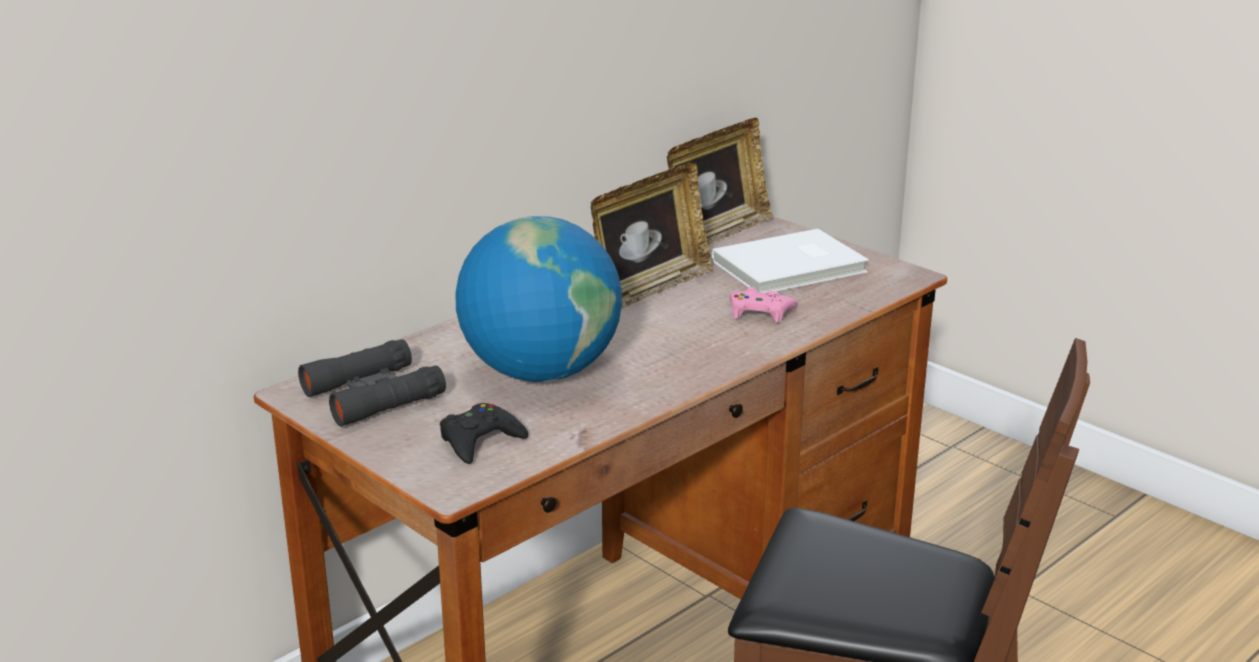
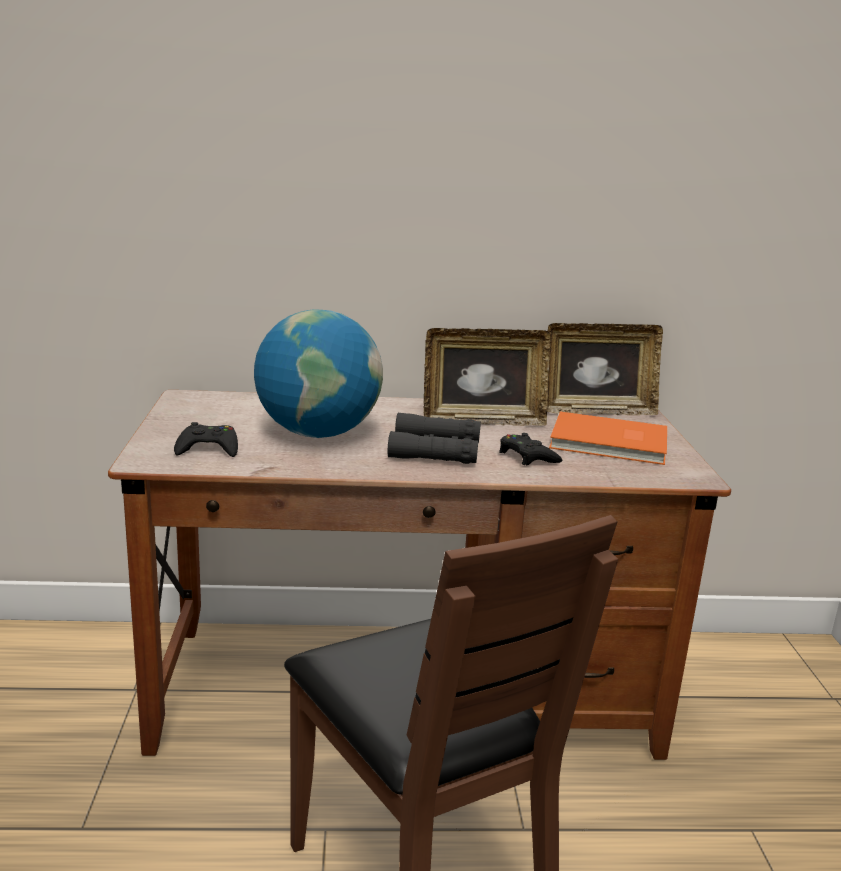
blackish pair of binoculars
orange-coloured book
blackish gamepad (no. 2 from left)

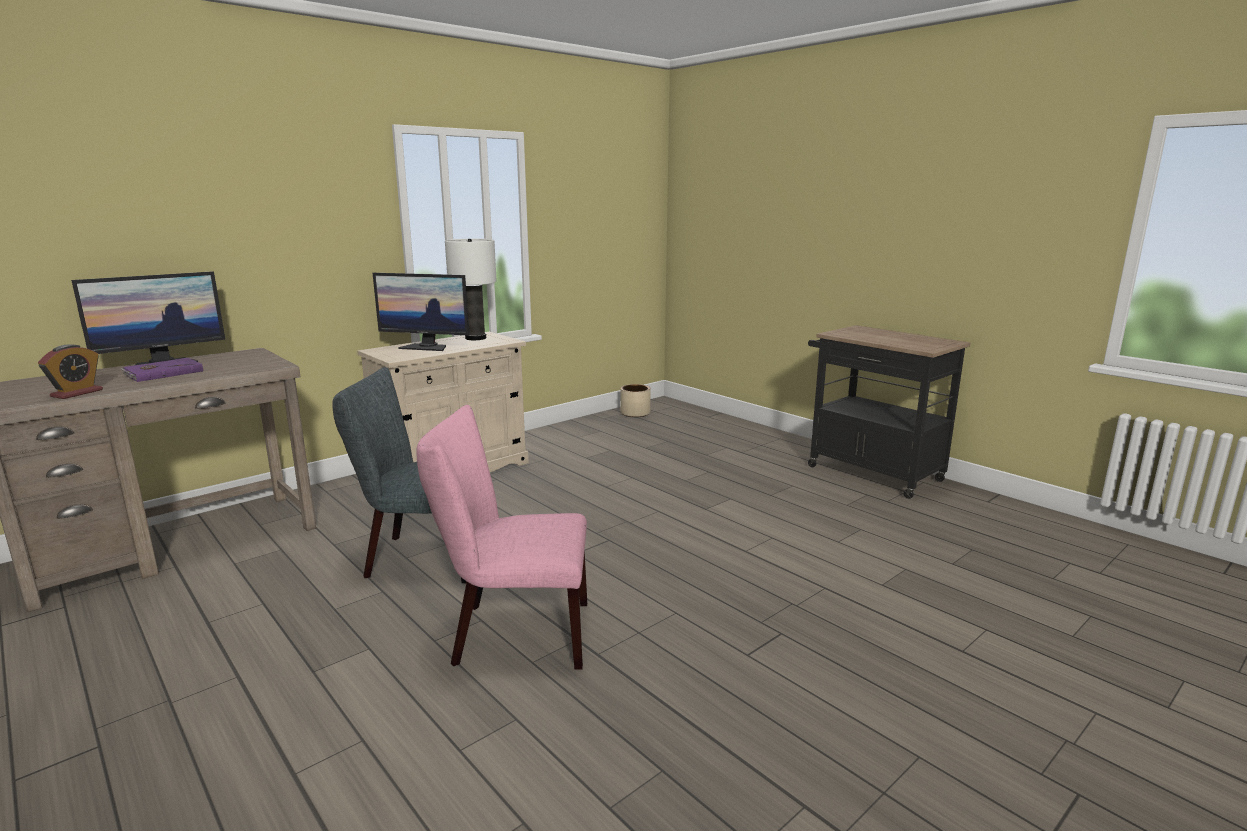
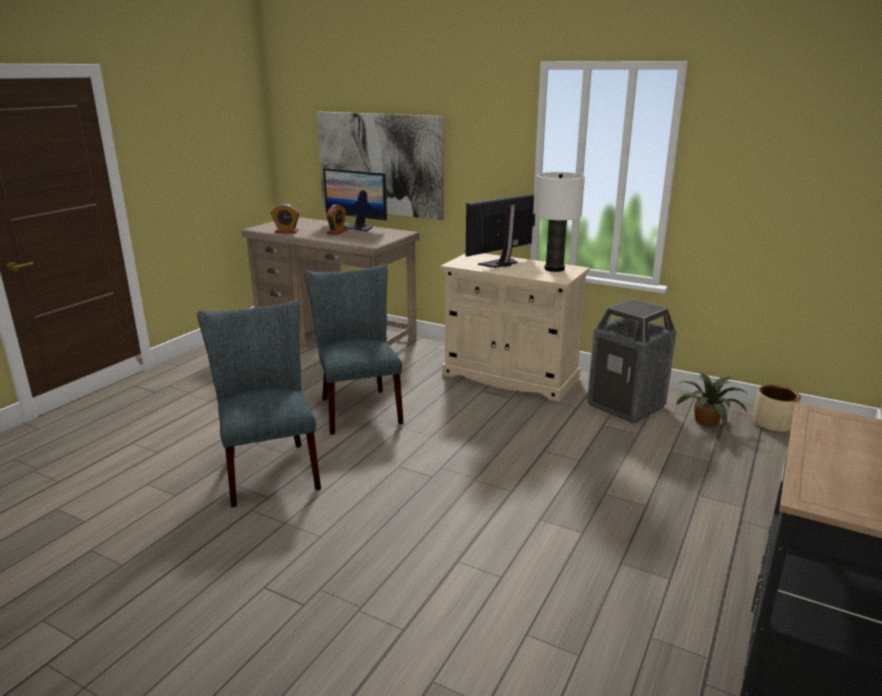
bedside clock (no. 2 from left)
computer display (no. 2 from left)
grey upright chair (no. 1 from left)
wall art
waste bin
plant in a pot

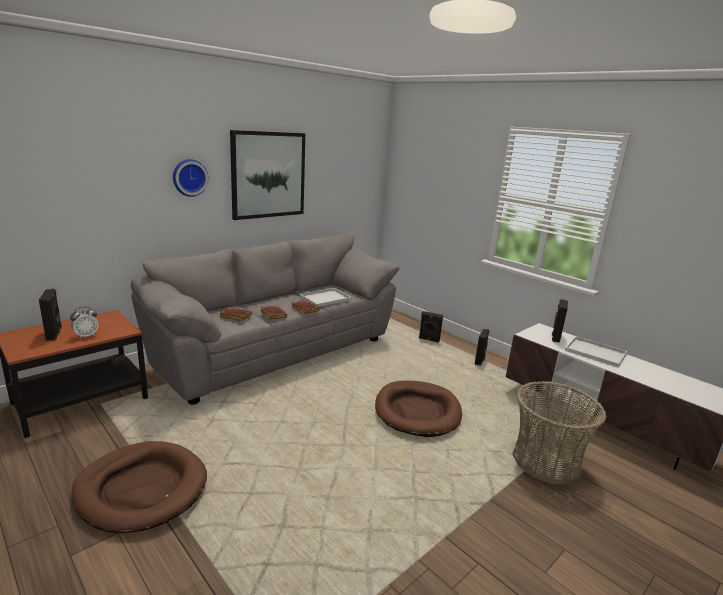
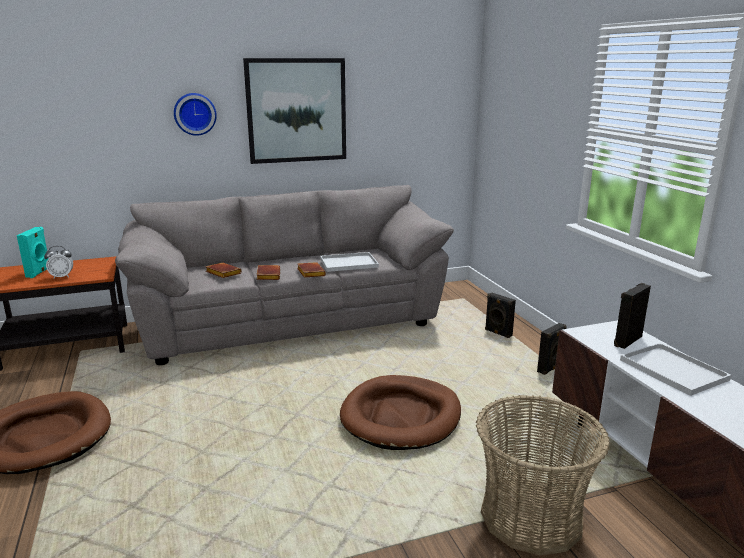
turquoise-coloured loudspeaker

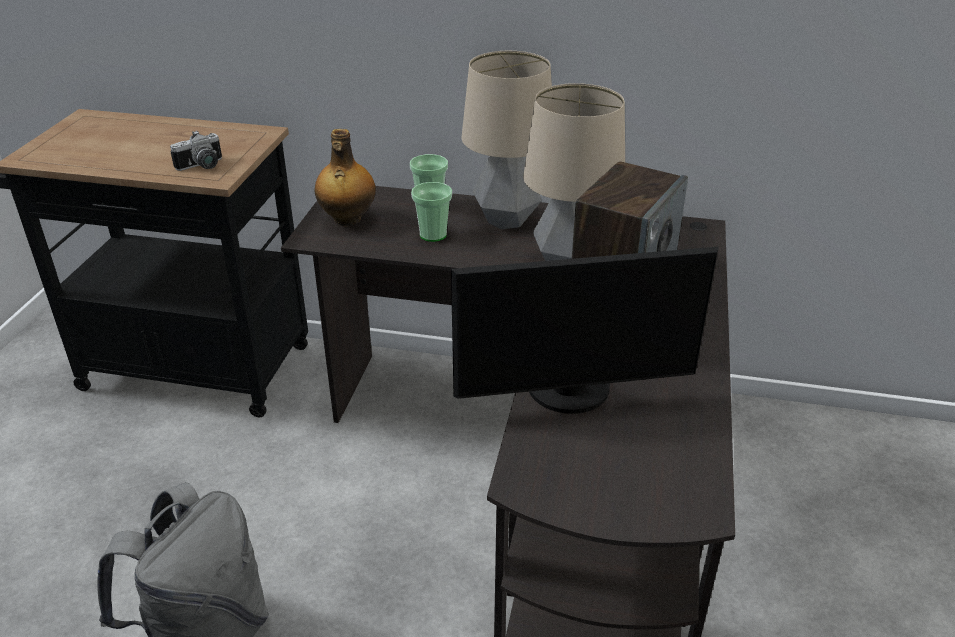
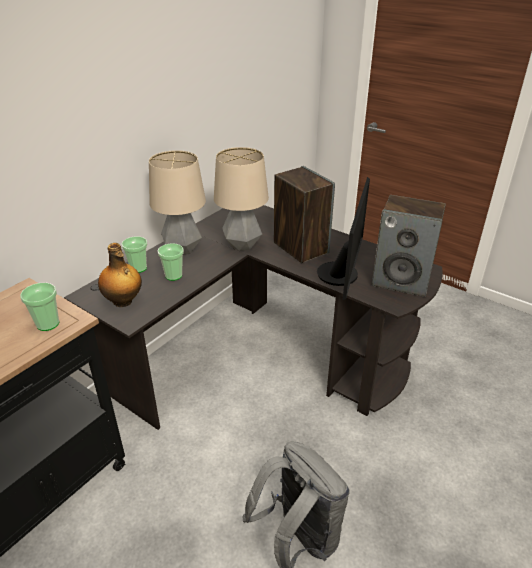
drinking cup (no. 1 from left)
loudspeaker (no. 2 from left)

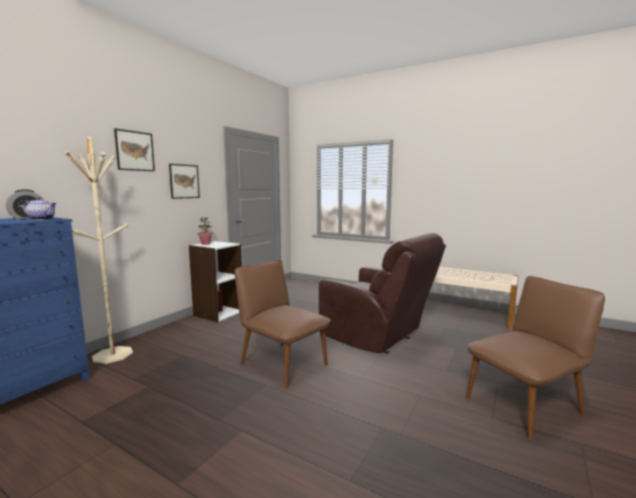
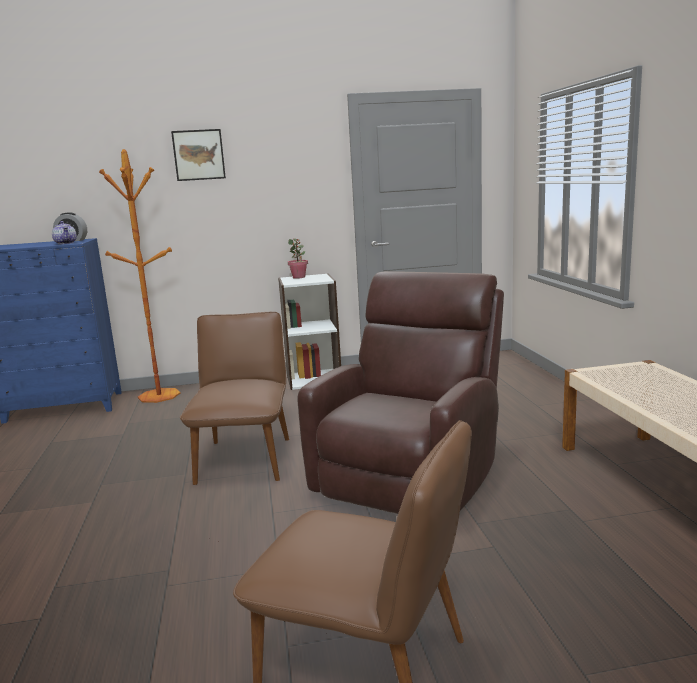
orange-coloured garment rack
wall art (no. 2 from left in the first image)
brown lounge chair

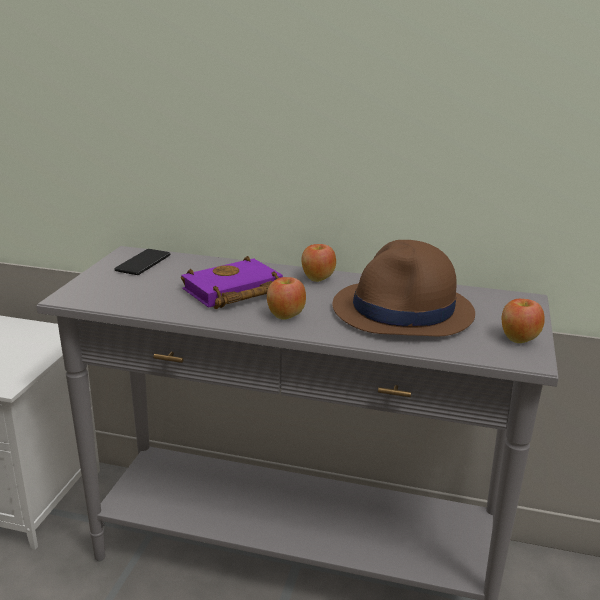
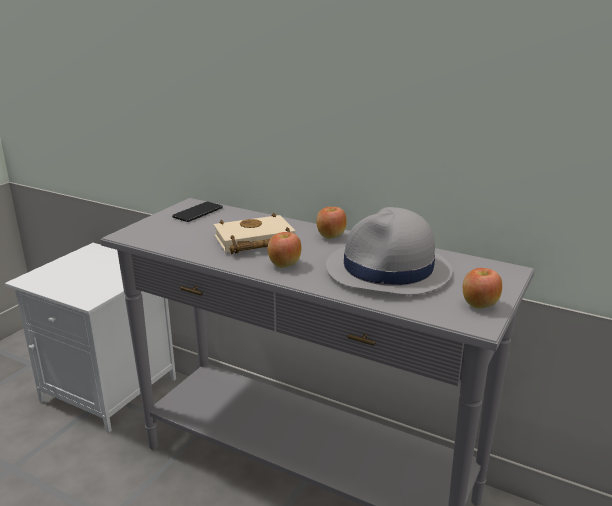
beige-coloured book
grey wearable hat

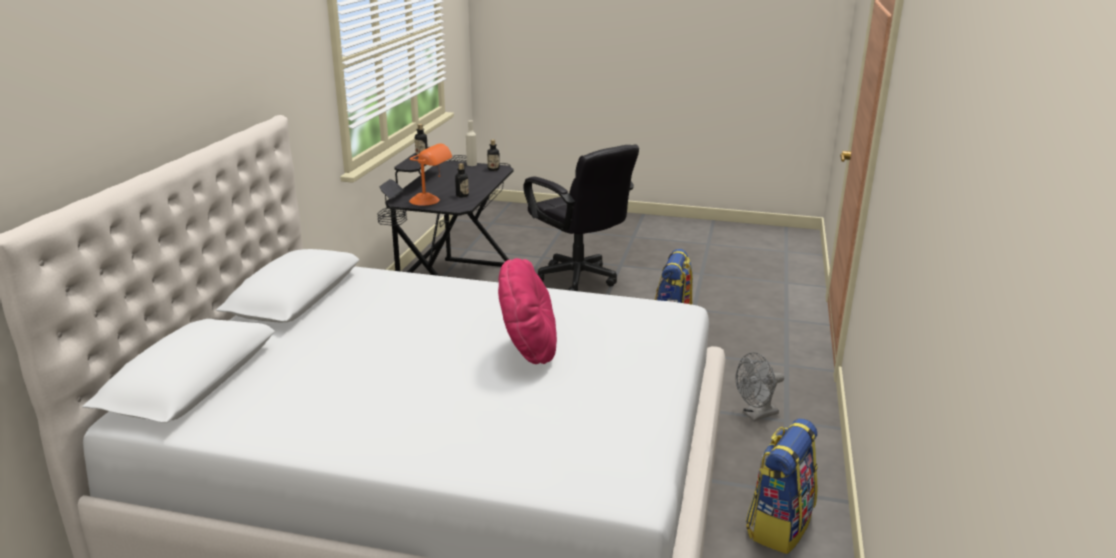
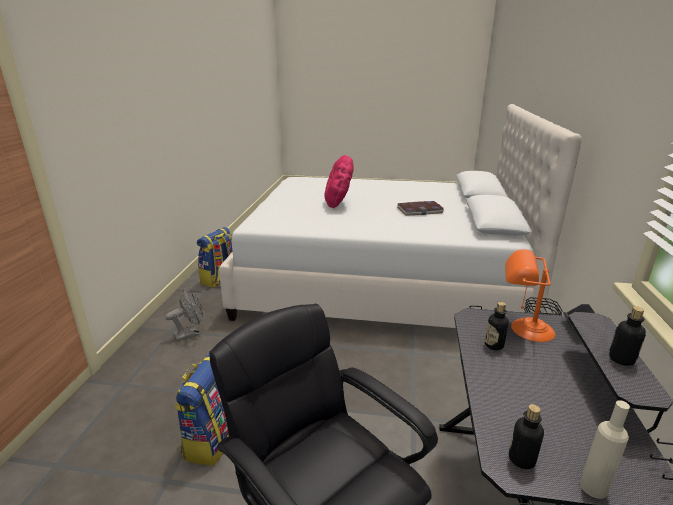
book

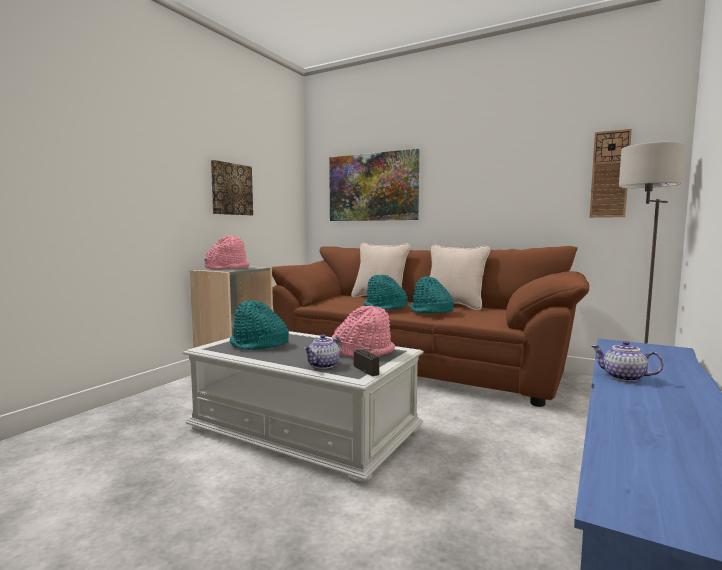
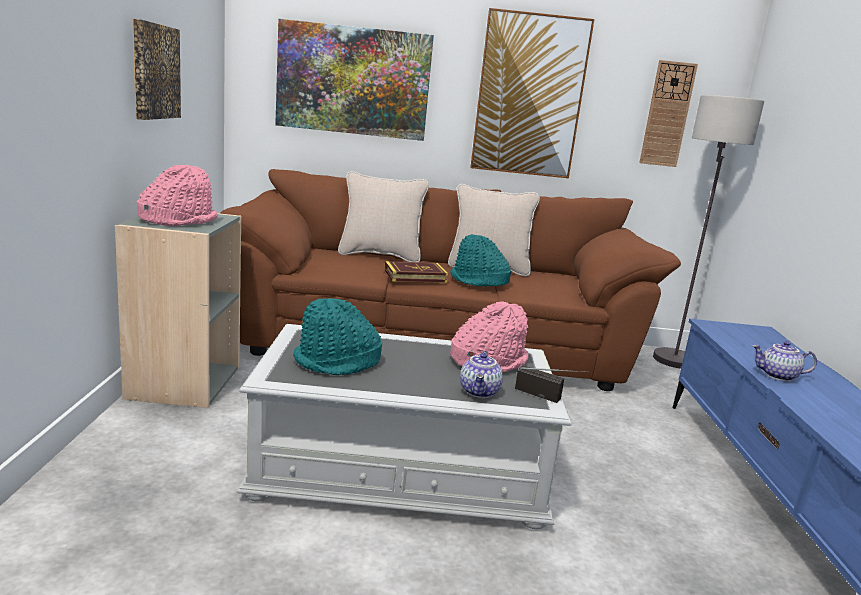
book
wall art (no. 3 from left)

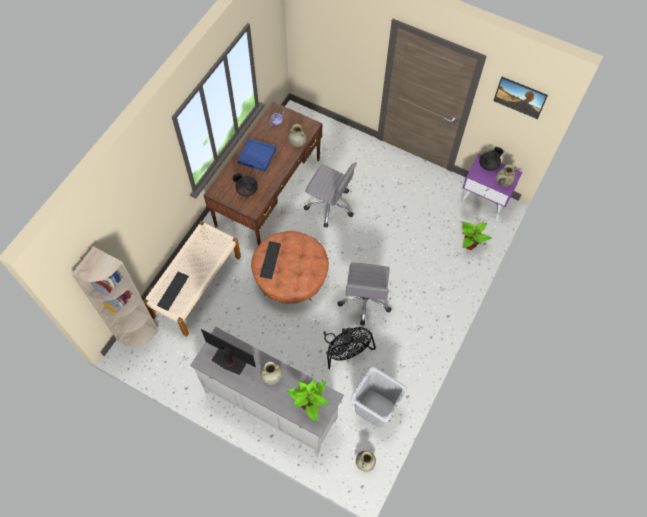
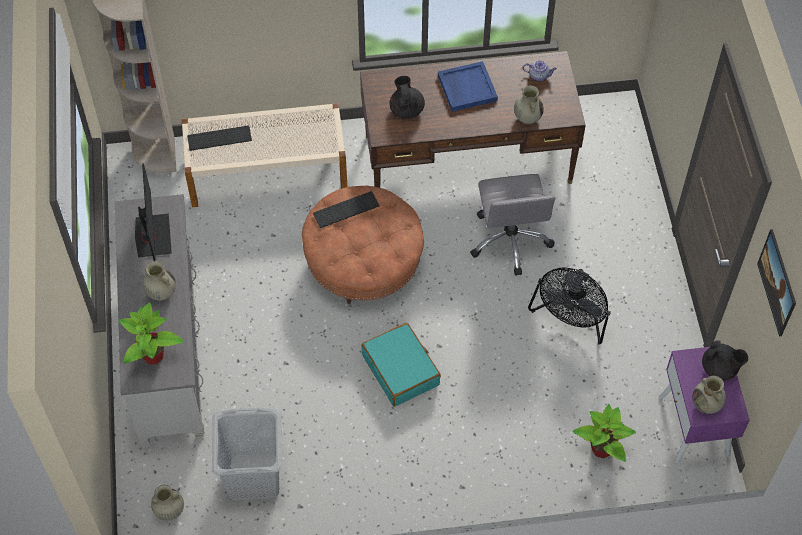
blackish electric fan
turquoise-coloured piece of luggage

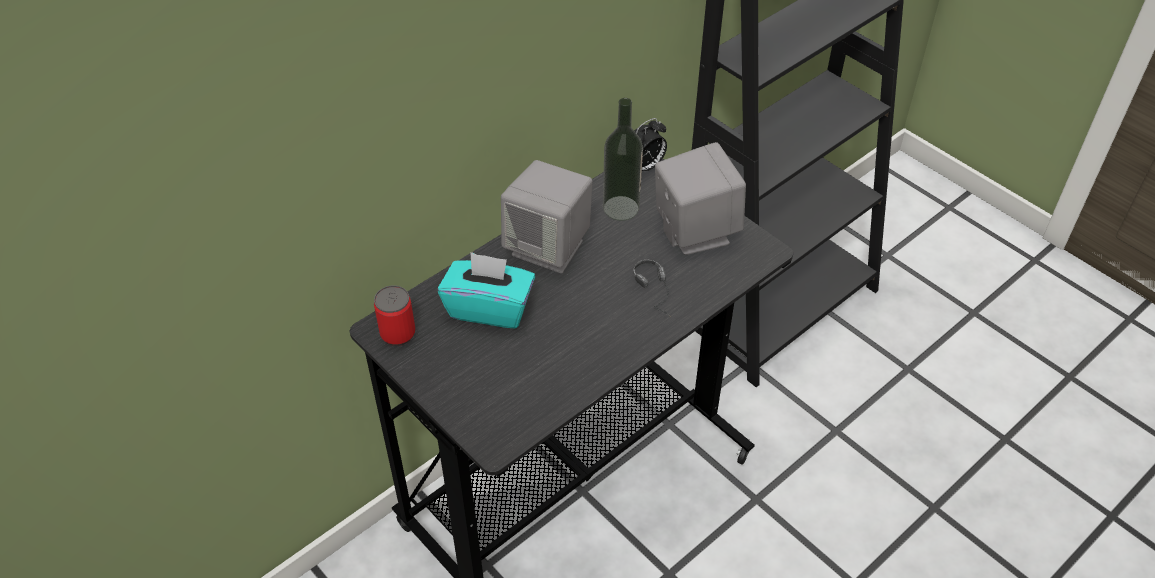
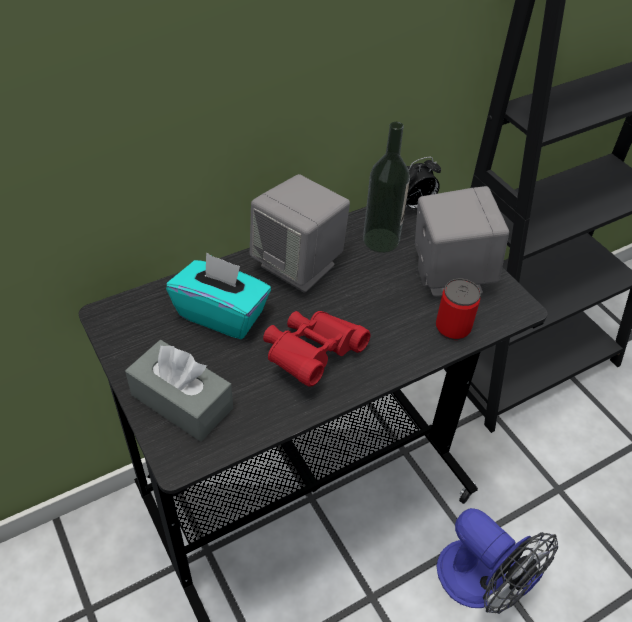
sealed can
pair of headphones
grey tissue holder
red pair of binoculars
electric fan

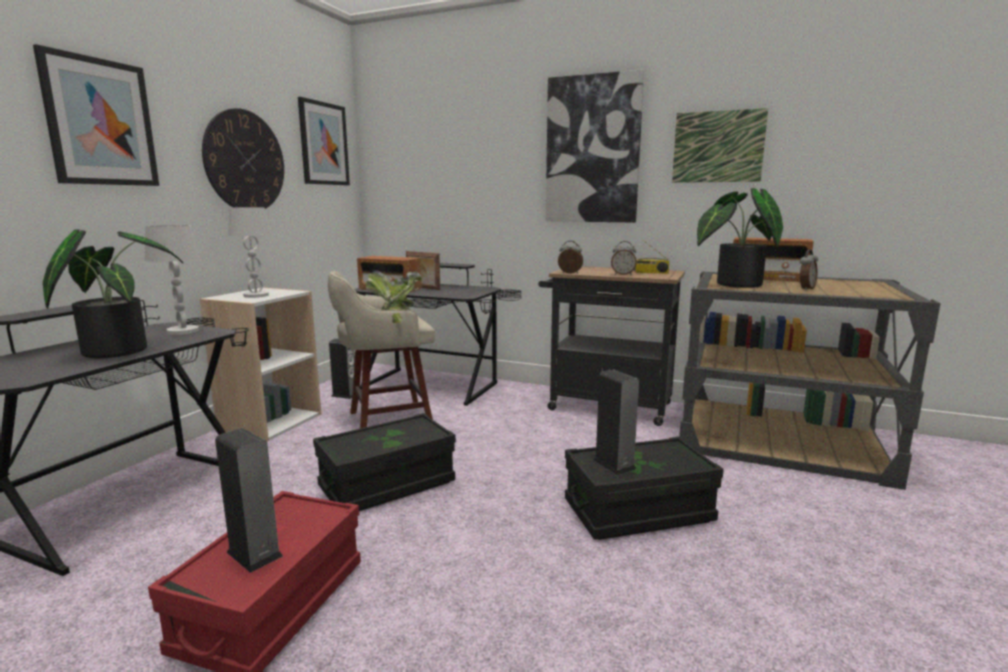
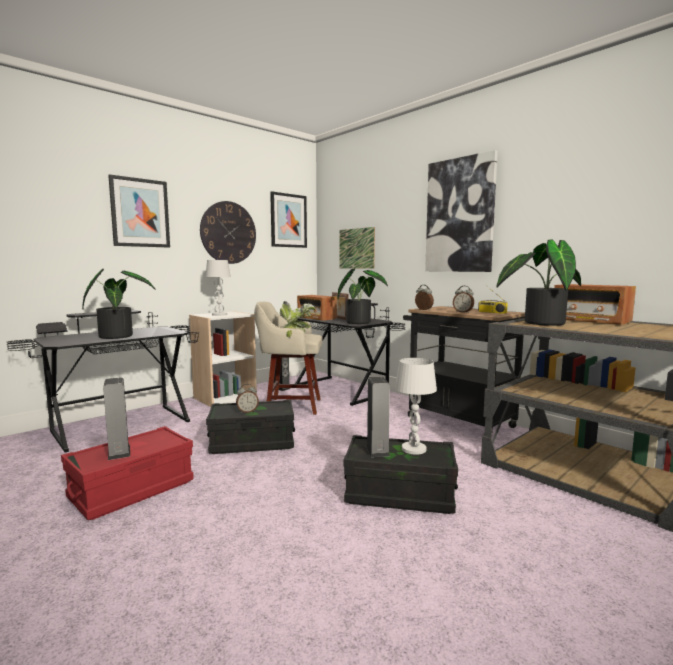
white-coloured lamp for a table (no. 2 from left)
wall art (no. 3 from left)
bedside clock (no. 1 from left)
plant in a pot (no. 3 from left)

